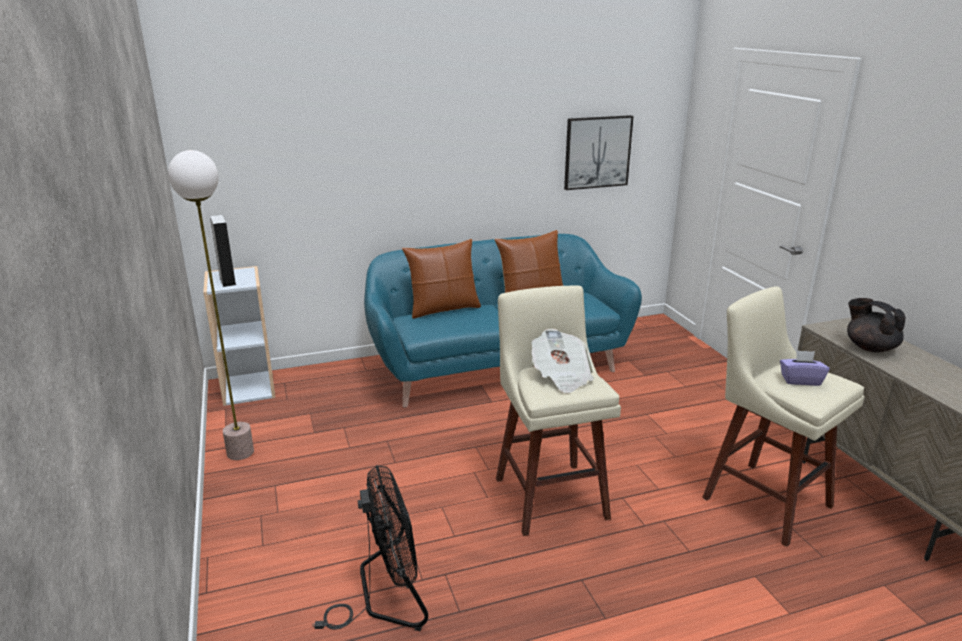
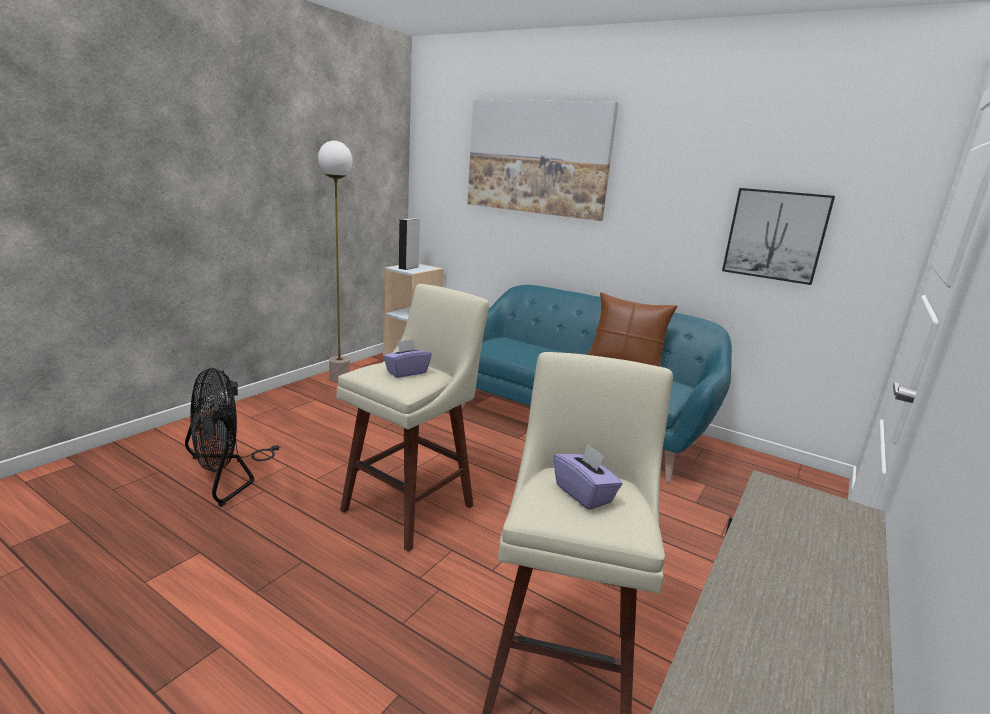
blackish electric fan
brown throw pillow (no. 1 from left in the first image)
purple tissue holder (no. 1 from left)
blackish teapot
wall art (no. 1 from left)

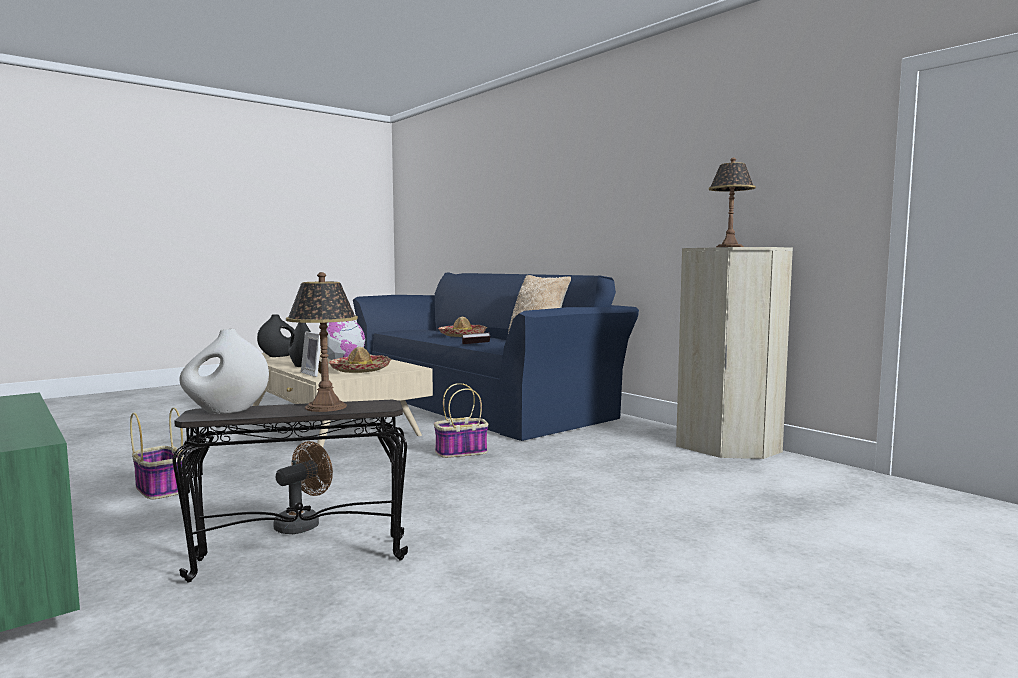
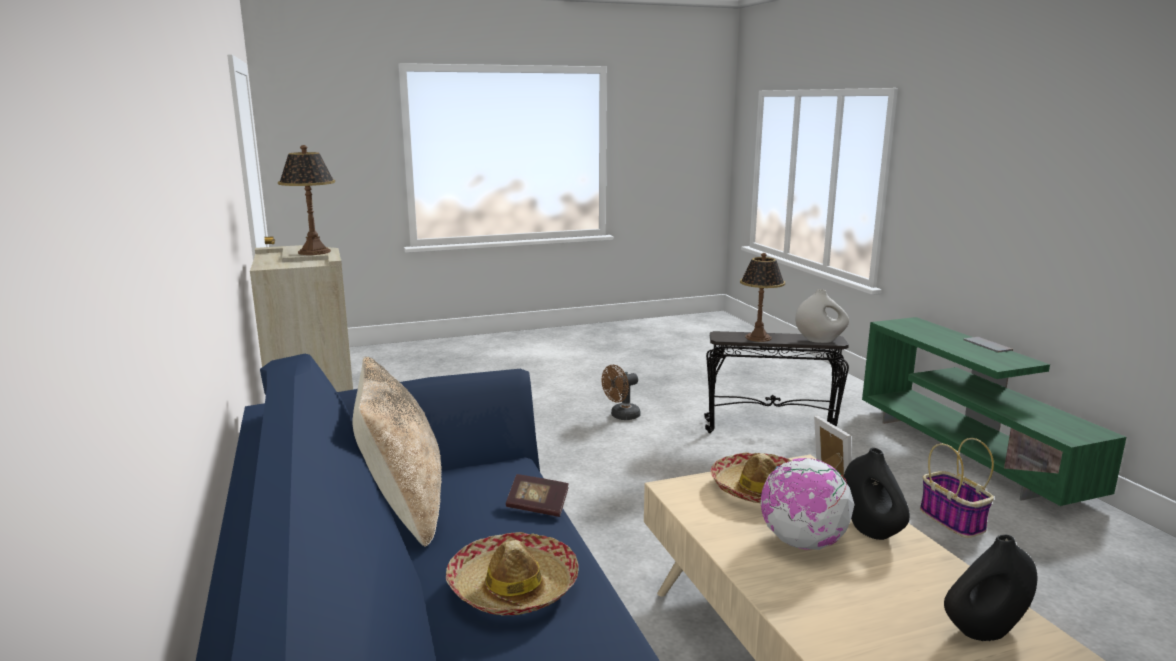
brown electric fan
basket (no. 2 from left in the first image)

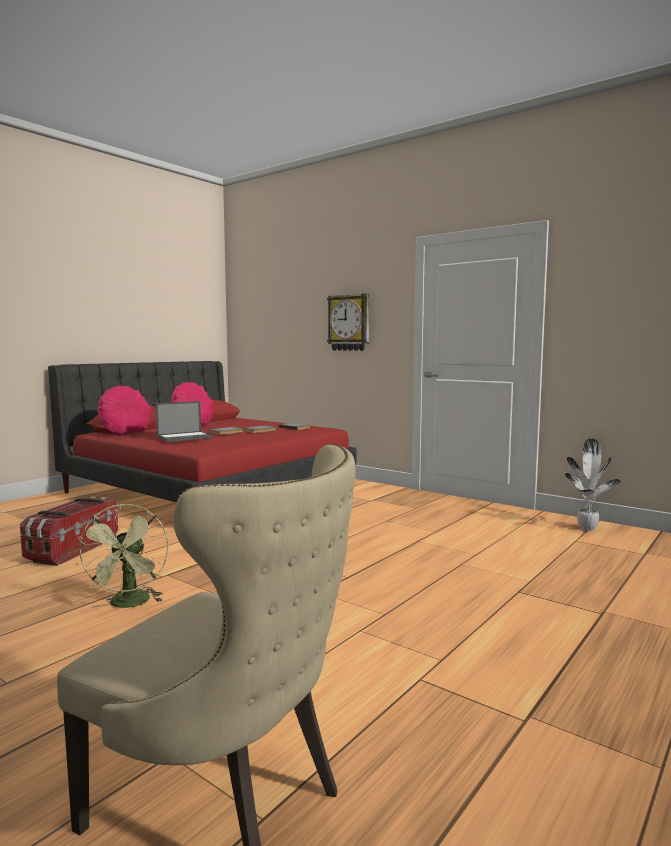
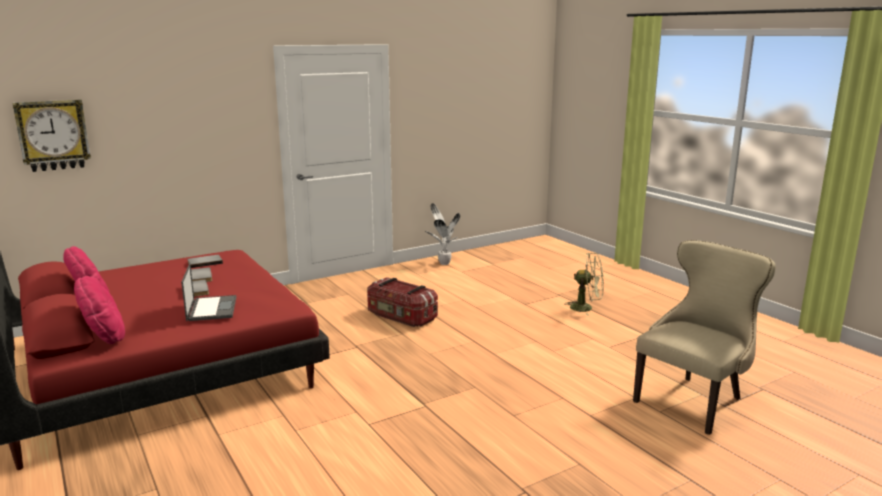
storage container
green-coloured electric fan
clock on the wall

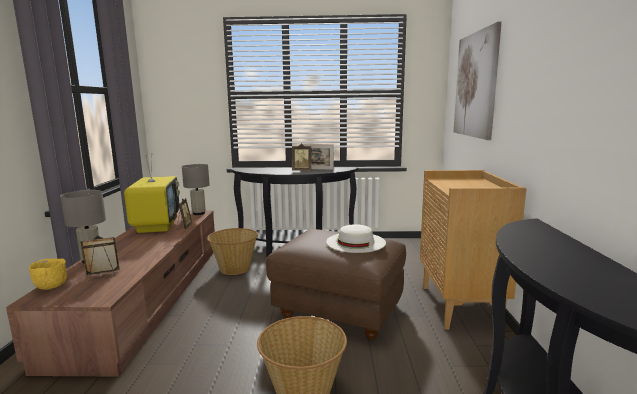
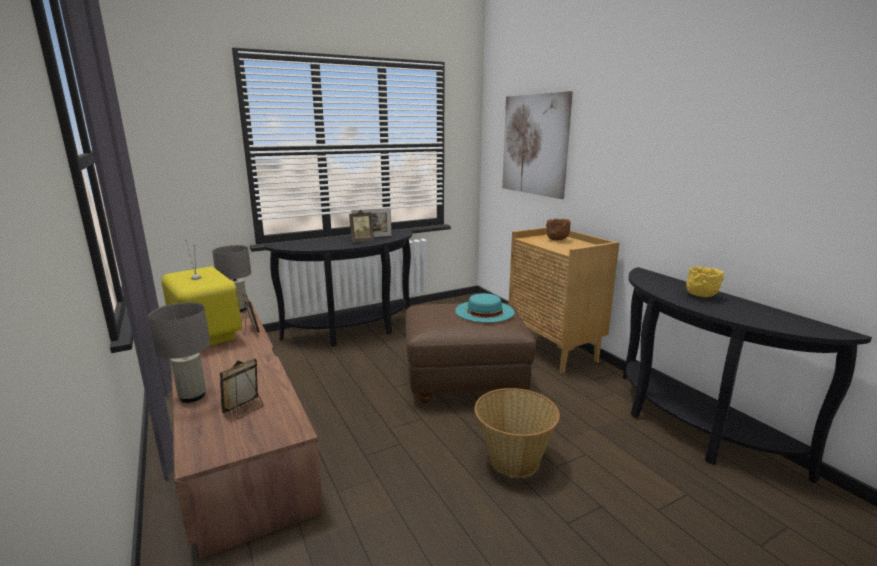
yellow bowl
basket (no. 1 from left in the first image)
turquoise-coloured wearable hat
brown bowl

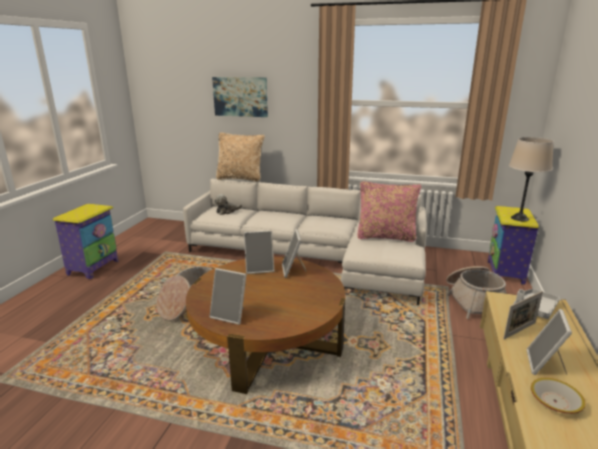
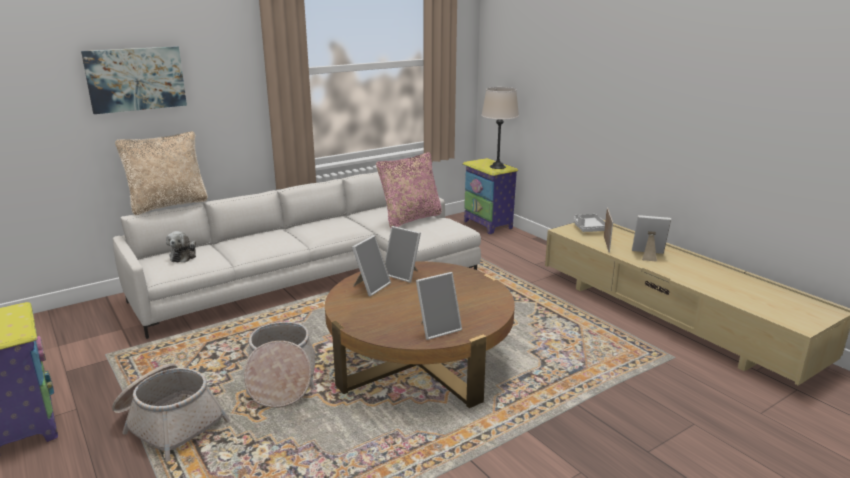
basket (no. 1 from left)
standing frame (no. 5 from left)
bowl

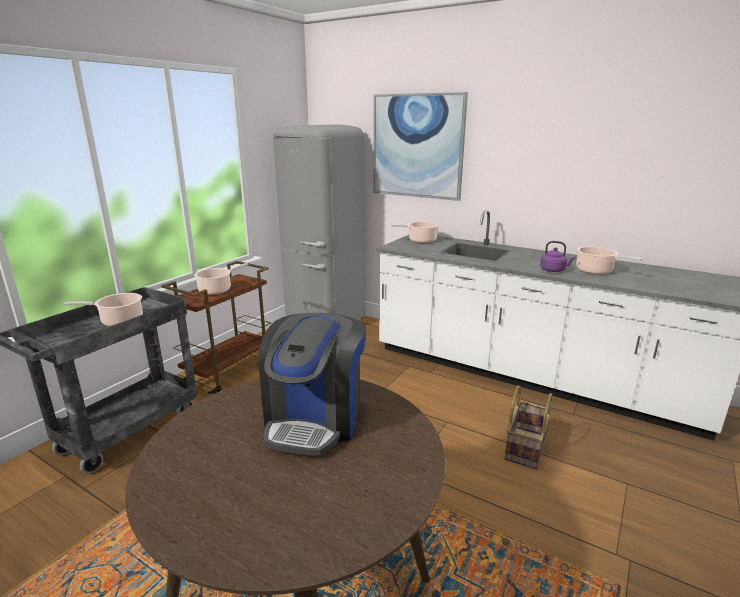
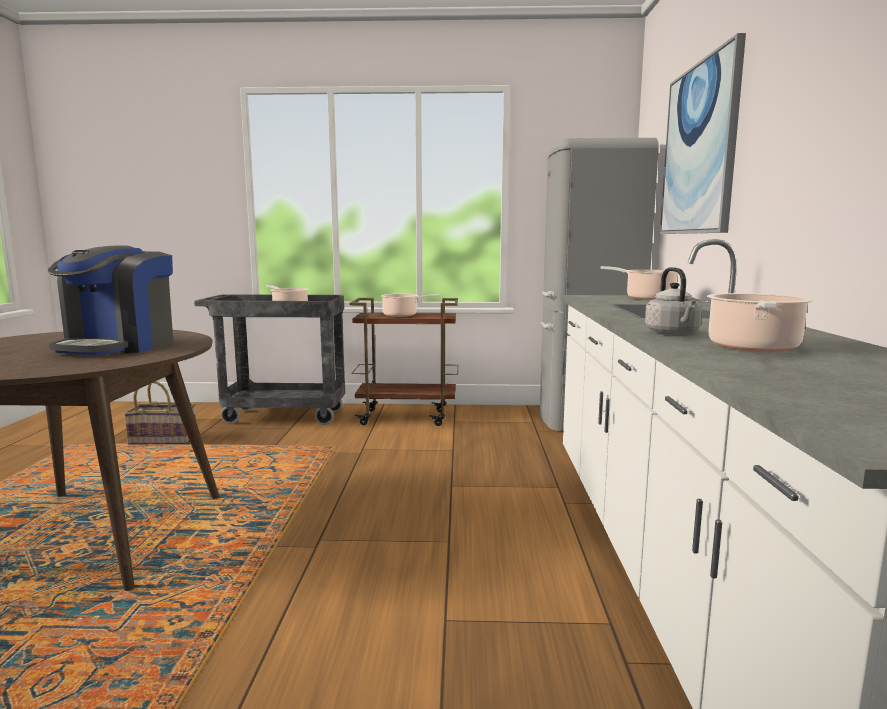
coffee brewer
basket
grey kettle

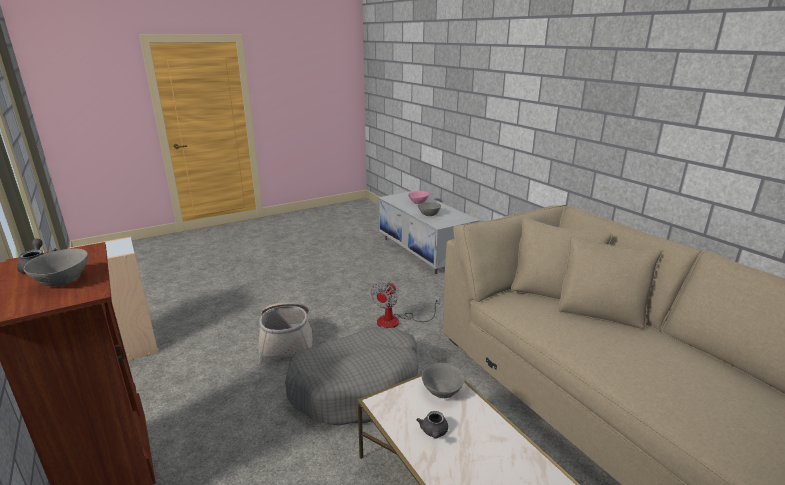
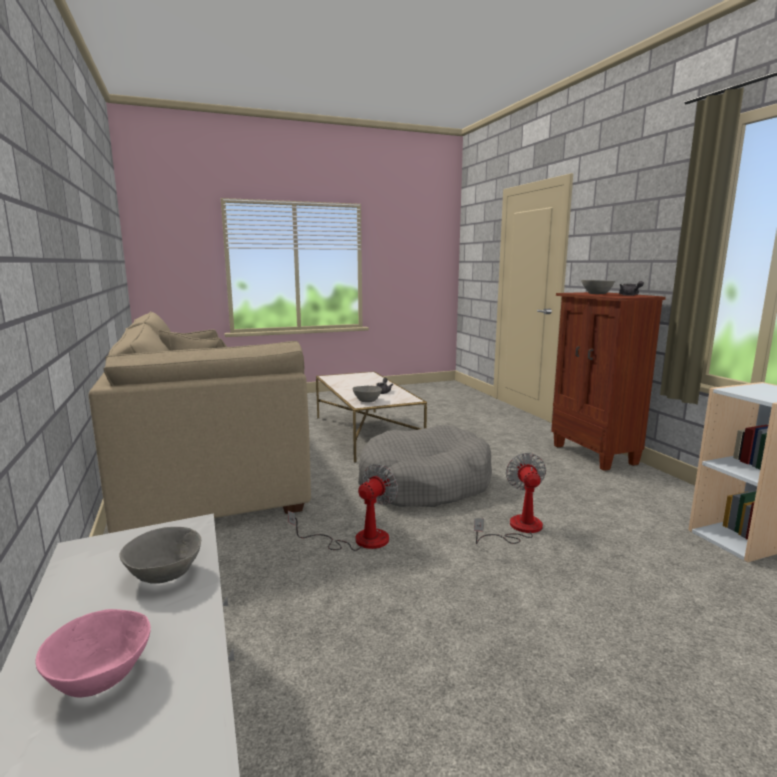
electric fan (no. 2 from left)

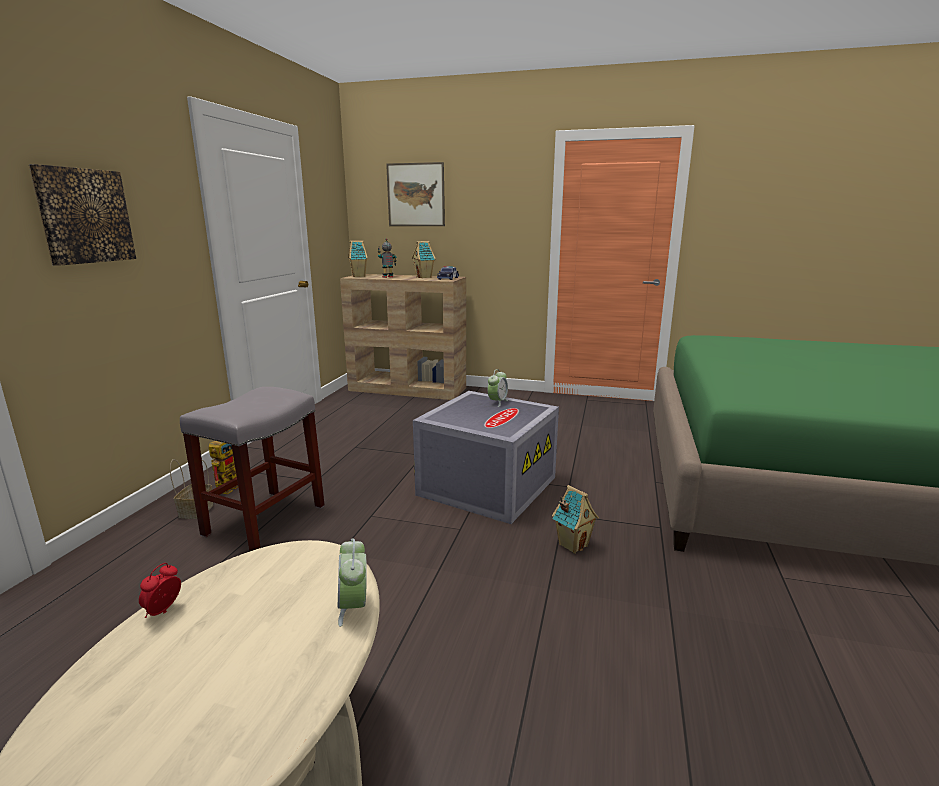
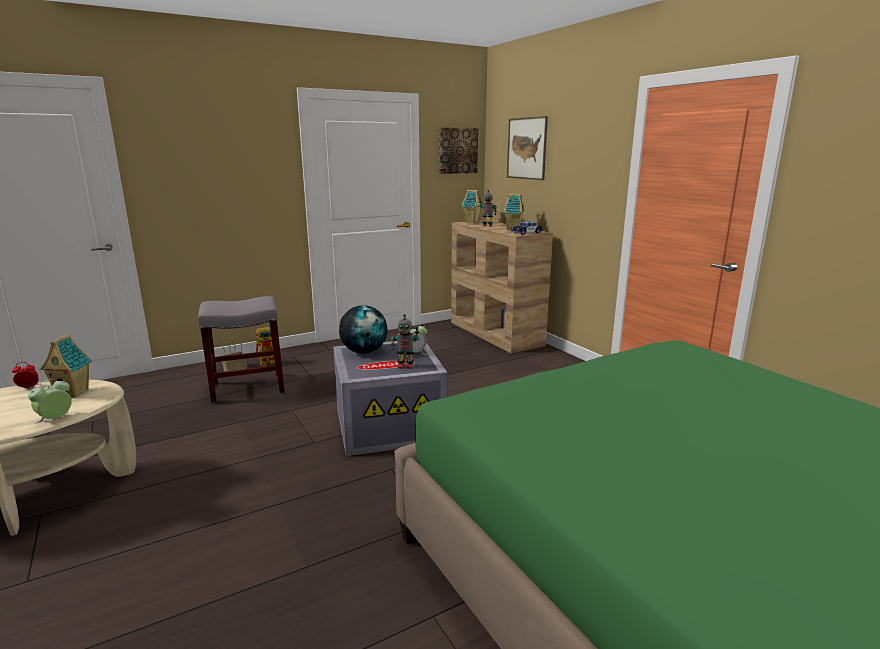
wall art (no. 1 from left)
toy house (no. 1 from left)
world globe
toy robot (no. 2 from left)

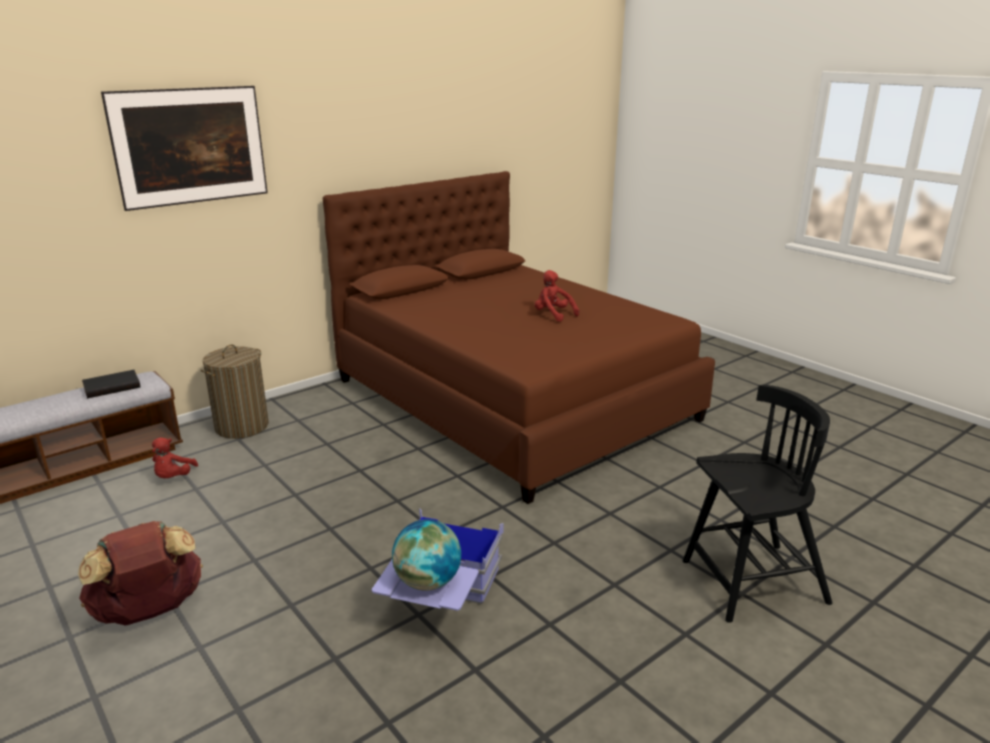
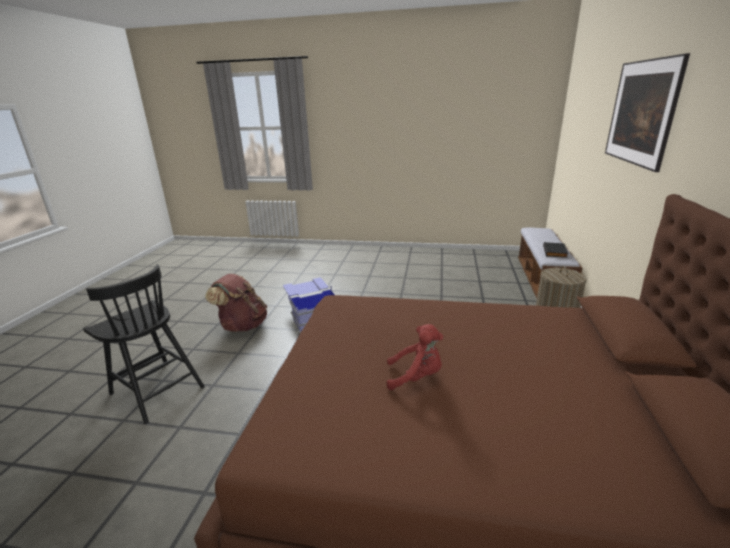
brown backpack
red cuddly toy (no. 1 from left in the first image)
world globe
blackish upright chair

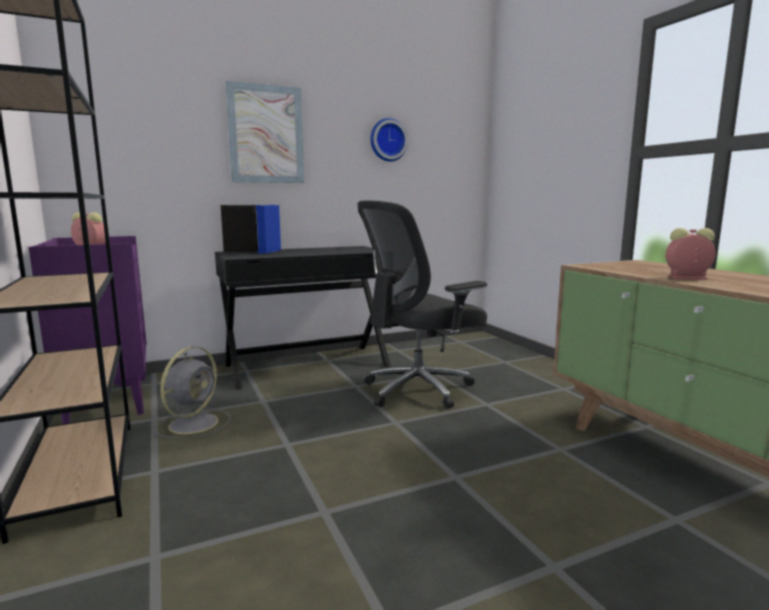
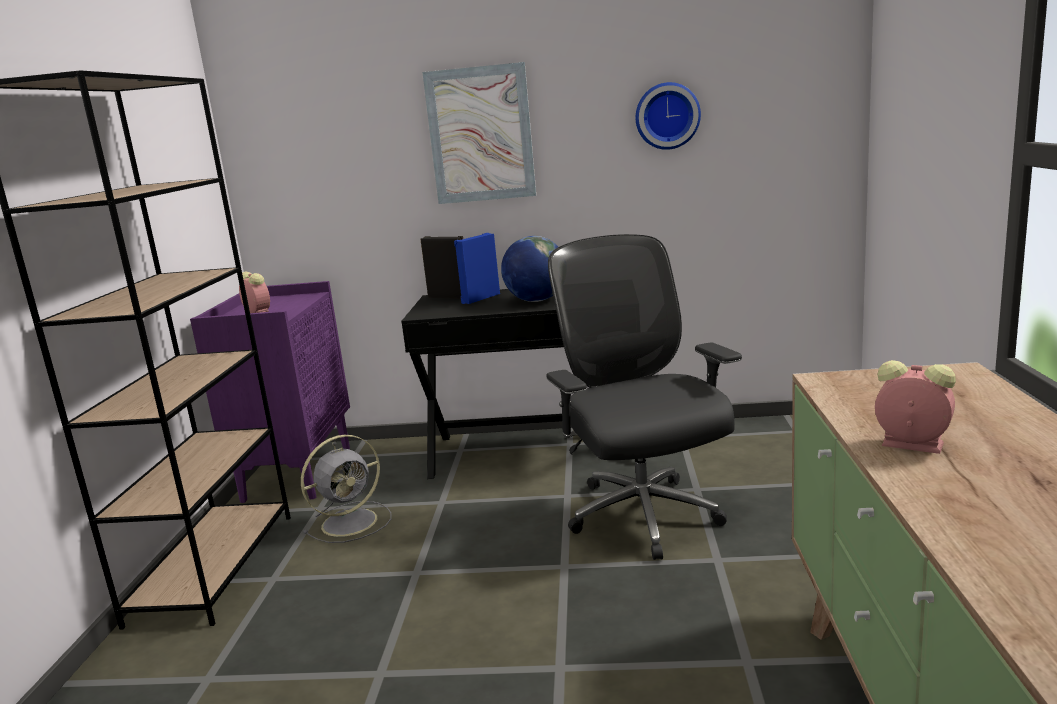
computer chair
world globe

